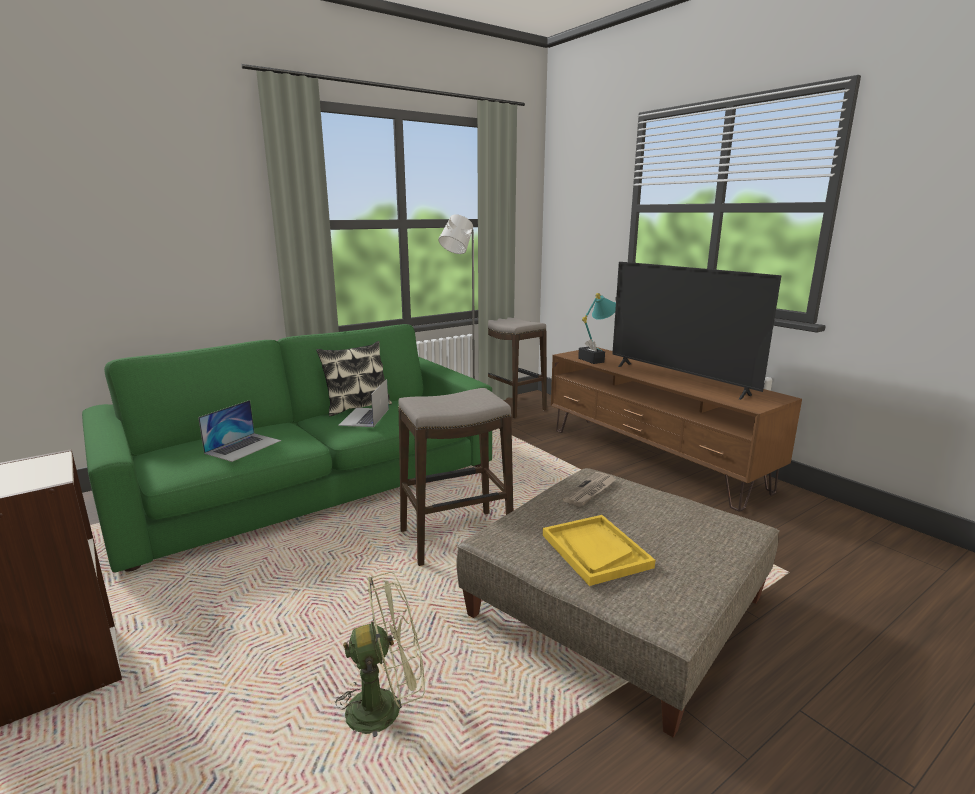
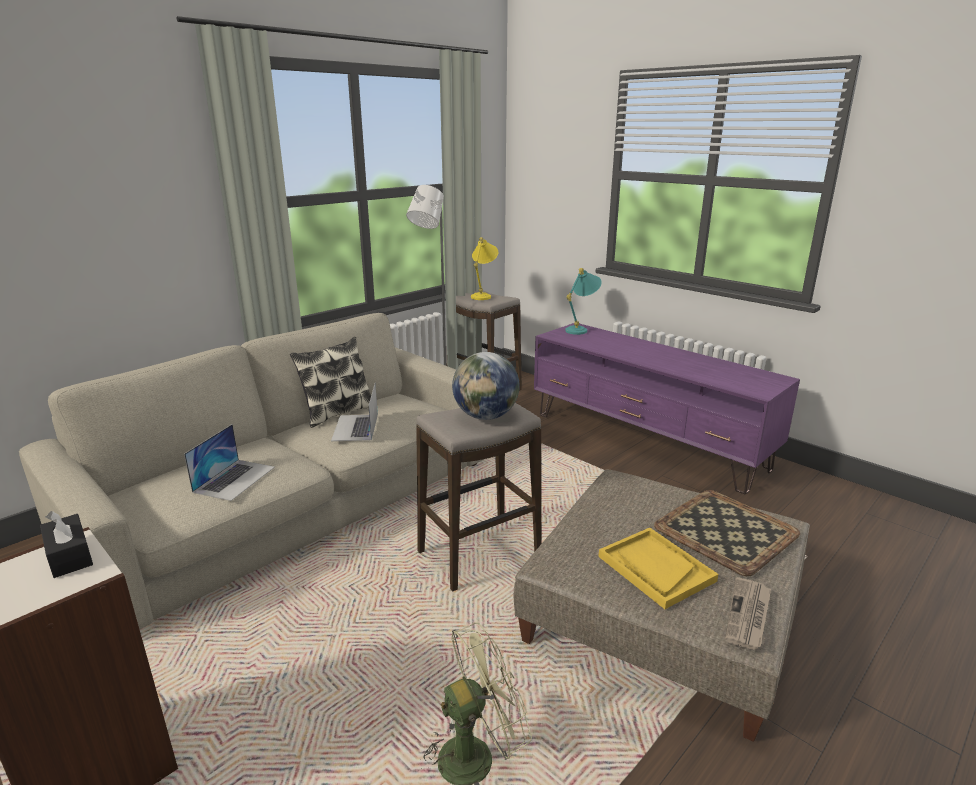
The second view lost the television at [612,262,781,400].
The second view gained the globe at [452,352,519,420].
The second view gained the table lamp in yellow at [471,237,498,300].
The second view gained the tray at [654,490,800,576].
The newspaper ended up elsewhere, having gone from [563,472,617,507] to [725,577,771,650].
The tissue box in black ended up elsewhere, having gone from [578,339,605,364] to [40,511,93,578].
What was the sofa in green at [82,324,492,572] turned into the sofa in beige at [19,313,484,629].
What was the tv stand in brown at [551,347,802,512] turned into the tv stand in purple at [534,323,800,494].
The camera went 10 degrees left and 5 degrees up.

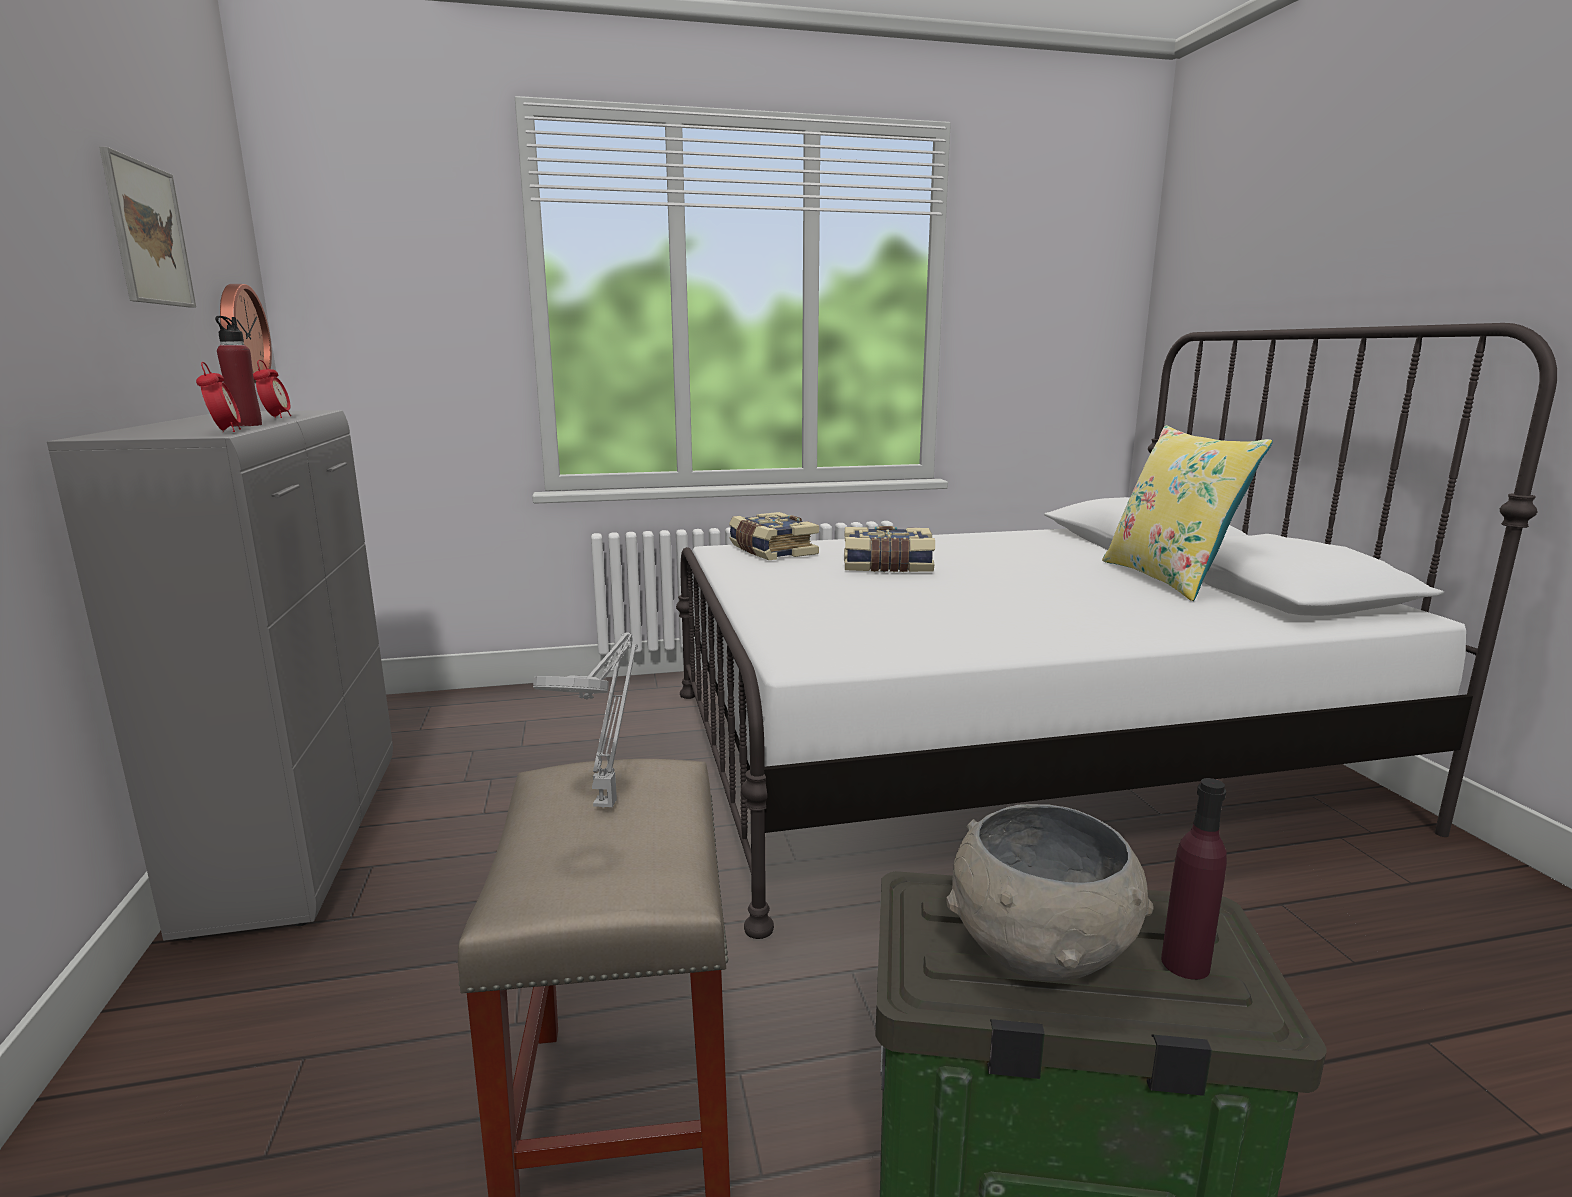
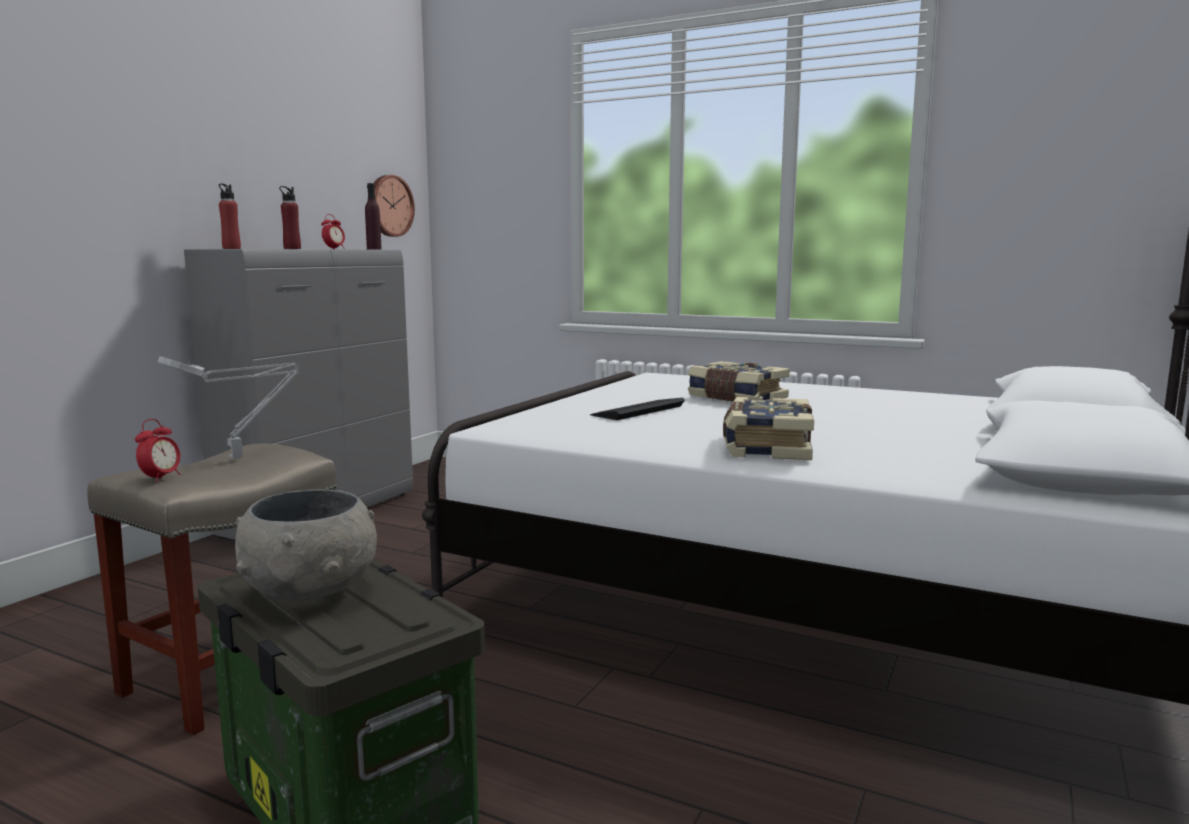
The second view lost the picture at [99,146,196,308].
The second view lost the pillow in yellow at [1102,425,1273,601].
The second view gained the bottle in red at [219,183,241,249].
The second view gained the keyboard at [590,398,685,420].
The alarm clock ended up elsewhere, having gone from [196,362,241,432] to [135,419,180,482].
The book ended up elsewhere, having gone from [729,512,819,560] to [723,397,814,460].
The bottle in purple ended up elsewhere, having gone from [1161,778,1227,980] to [365,183,381,249].
The camera went 40 degrees right and 5 degrees down.

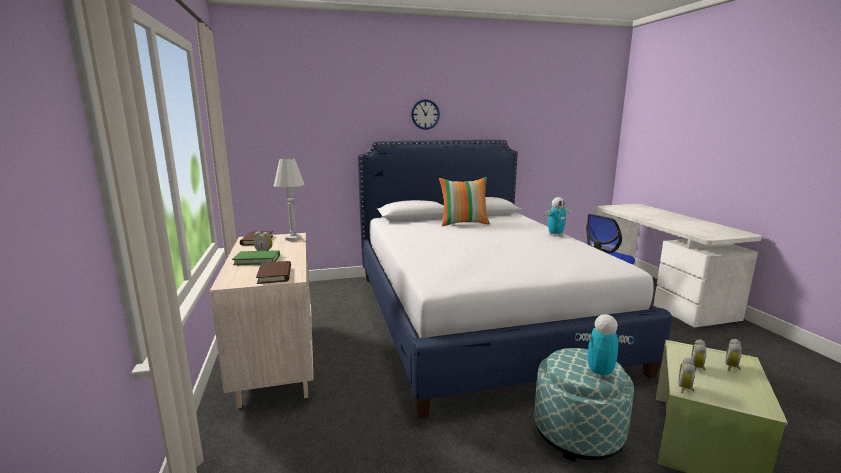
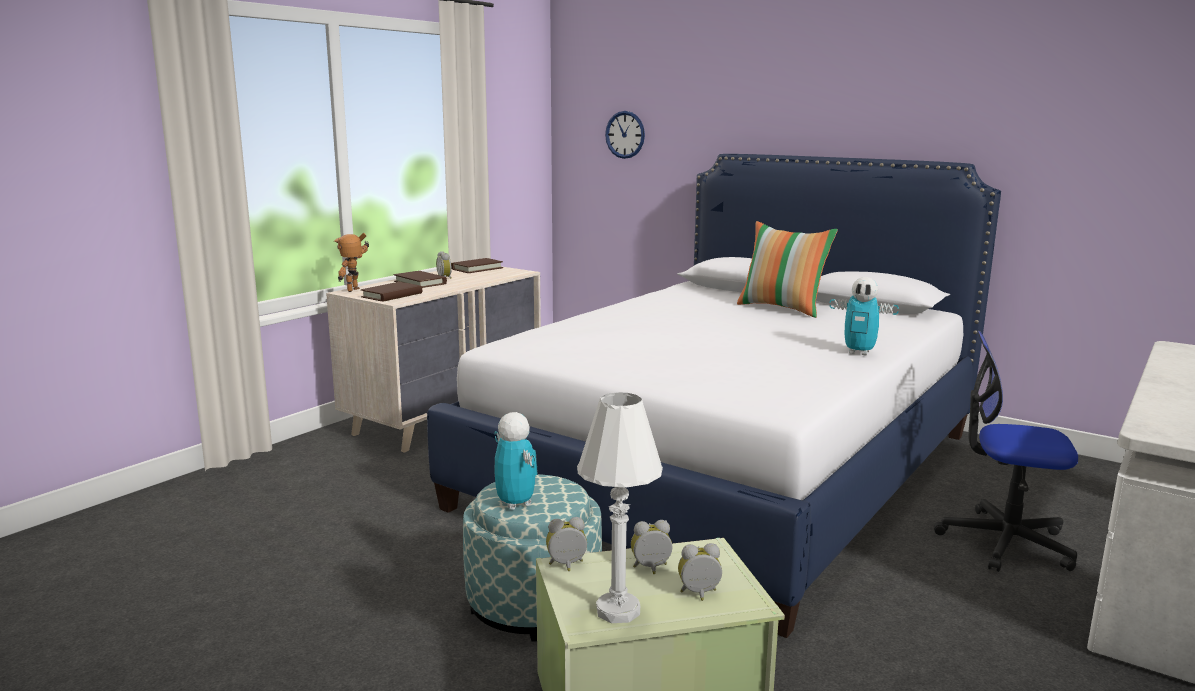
The second view gained the toy robot at [334,233,369,292].
The table lamp in white ended up elsewhere, having gone from [273,158,305,241] to [577,392,663,623].
The wall clock ended up elsewhere, having gone from [411,99,440,130] to [605,111,645,159].
What was the book in green at [232,250,280,265] turned into the book in brown at [394,271,447,288].
The camera went 50 degrees right and 0 degrees up.

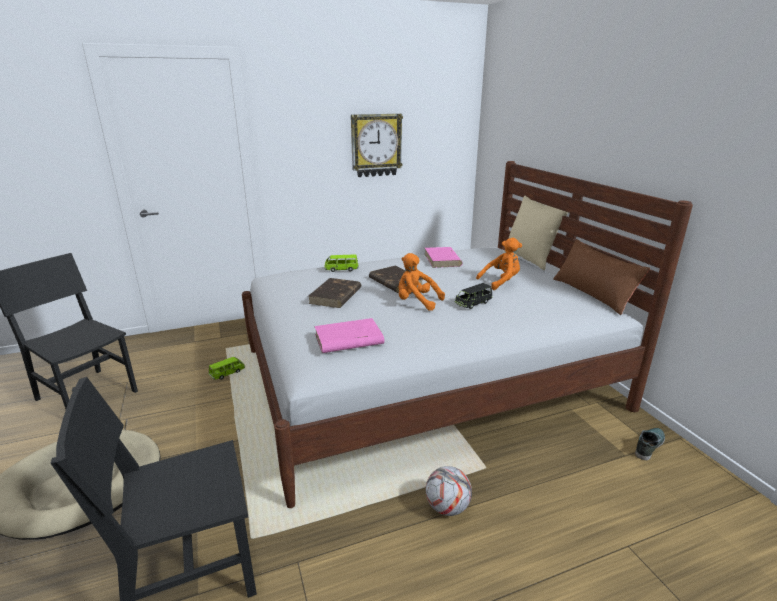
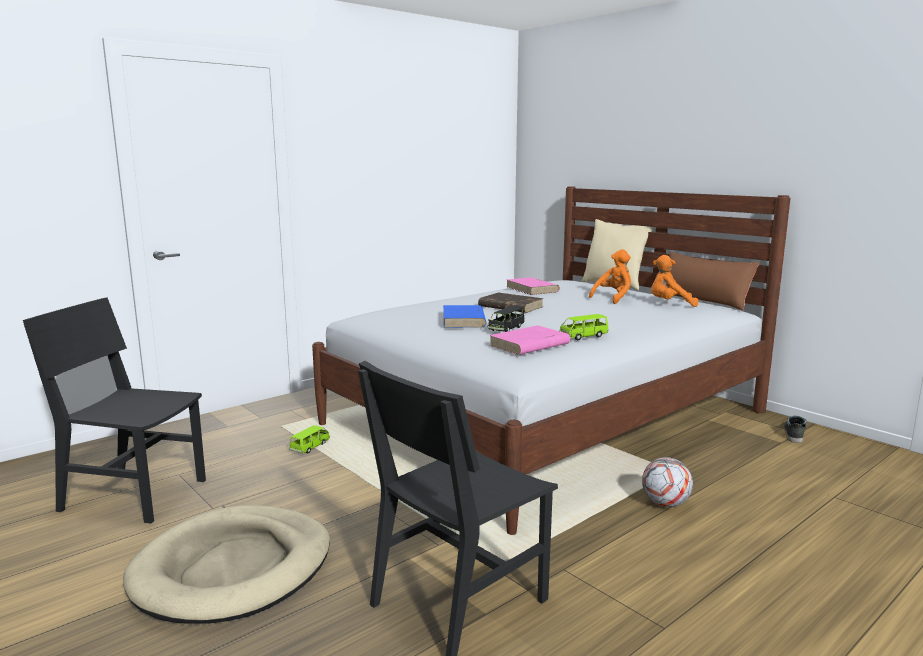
The second view lost the wall clock at [351,114,403,177].
The toy car in green ended up elsewhere, having gone from [325,255,359,272] to [559,314,609,340].
The plush toy in orange ended up elsewhere, having gone from [399,253,445,311] to [651,255,698,307].
The toy car in black ended up elsewhere, having gone from [455,283,493,309] to [488,306,525,332].
What was the book in brown at [308,278,361,308] turned into the book in blue at [443,305,486,328].
The camera went 20 degrees left and 10 degrees down.

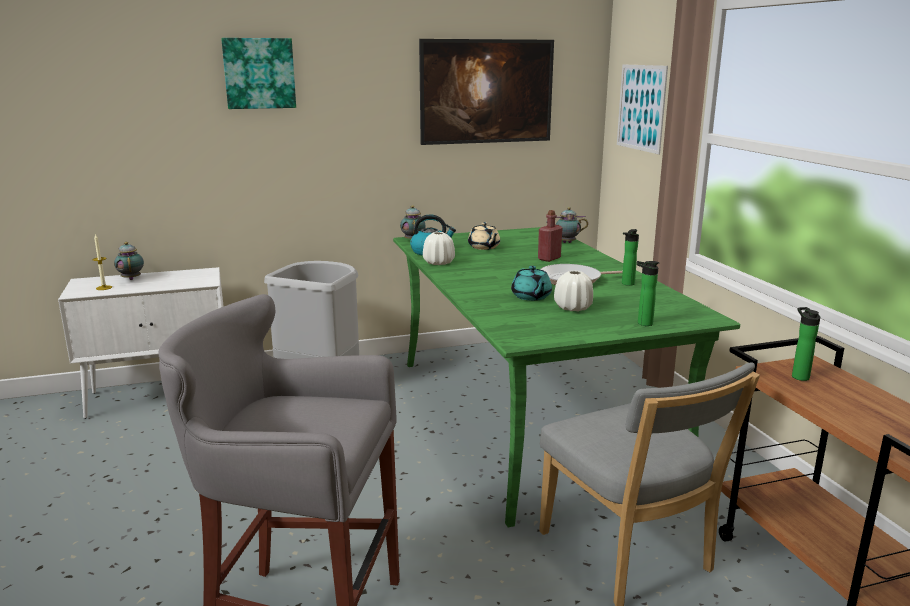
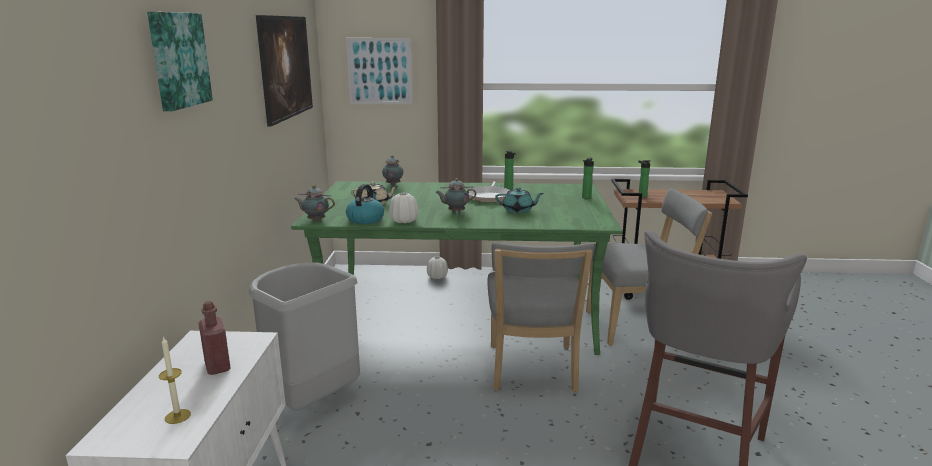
The second view gained the chair in grey at [487,242,594,392].
The teapot ended up elsewhere, having gone from [114,242,144,280] to [435,178,476,212].
The bottle in red ended up elsewhere, having gone from [538,210,562,262] to [199,301,231,375].
The vase in white ended up elsewhere, having gone from [554,270,593,311] to [427,257,448,279].
The camera went 70 degrees left and 0 degrees up.

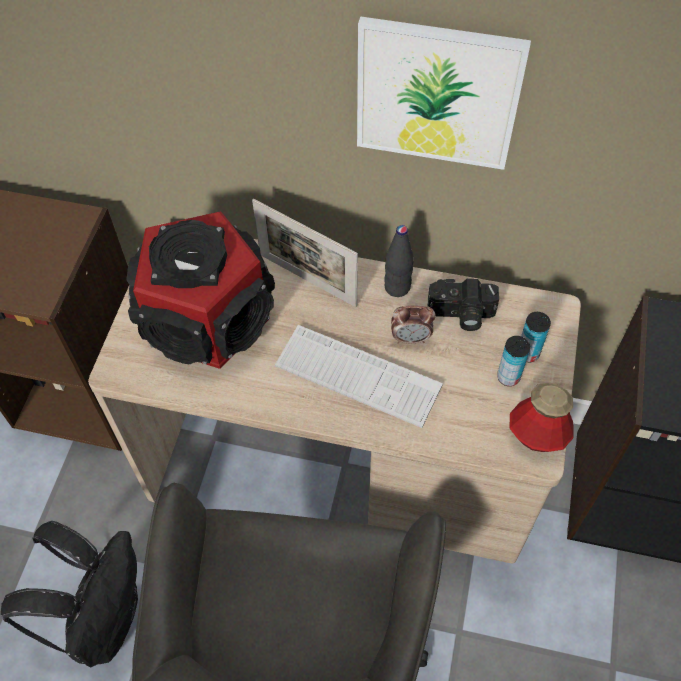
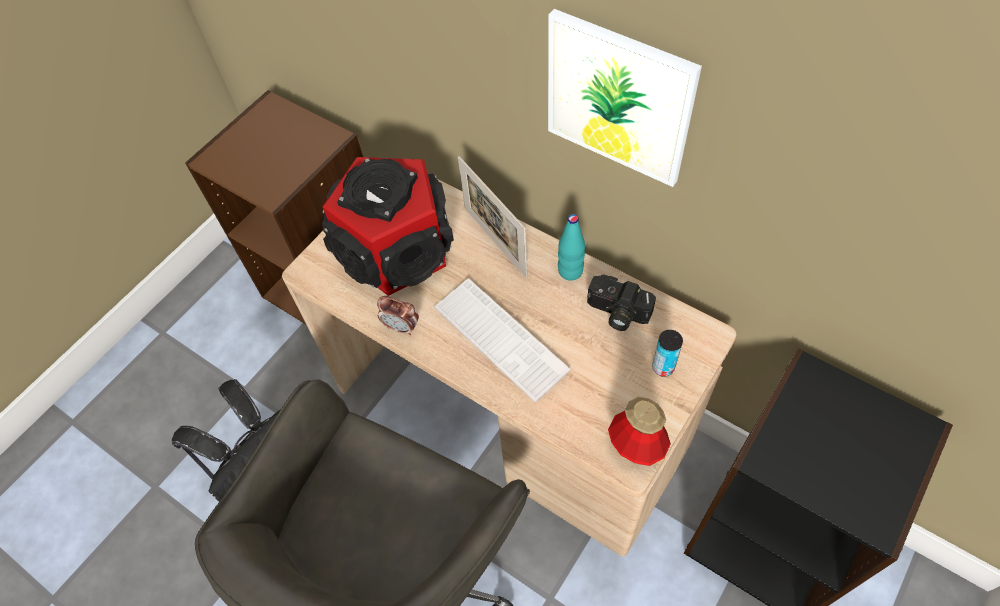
The second view lost the can at [497,336,530,386].
The alarm clock ended up elsewhere, having gone from [391,306,436,344] to [377,296,419,335].
What was the bottle in black at [384,225,414,297] turned into the bottle in turquoise at [558,214,585,281].
The camera went 25 degrees right and 0 degrees up.

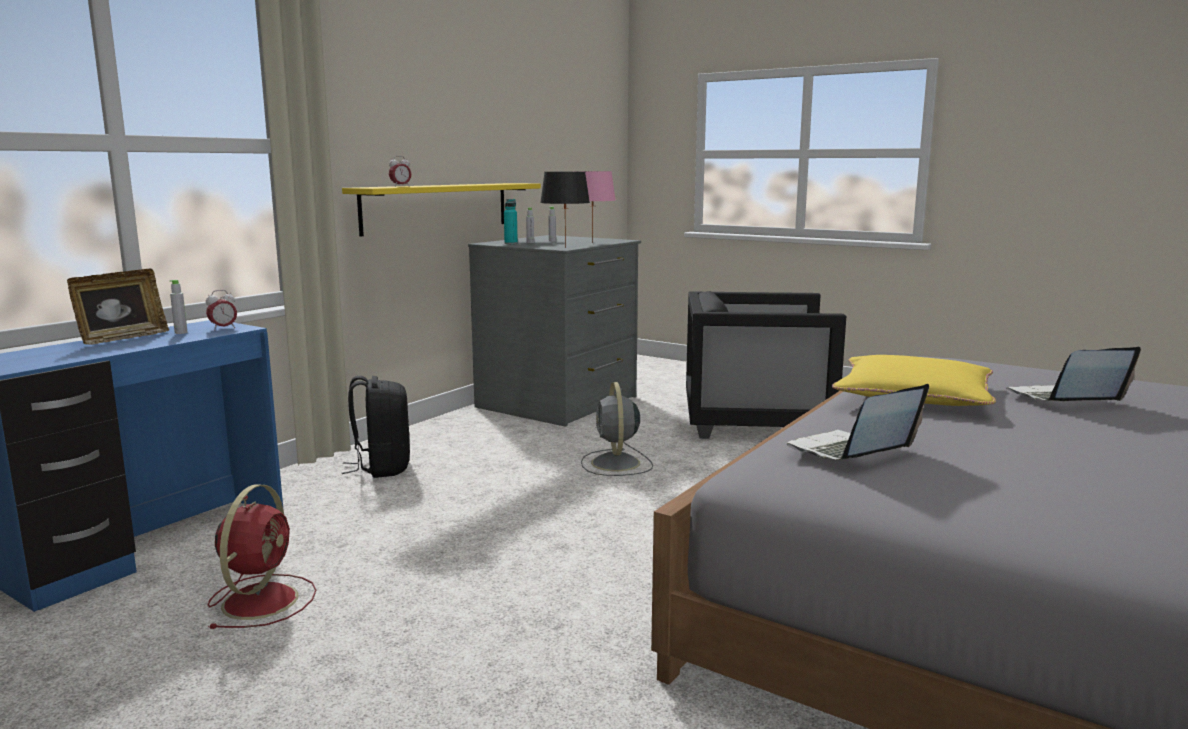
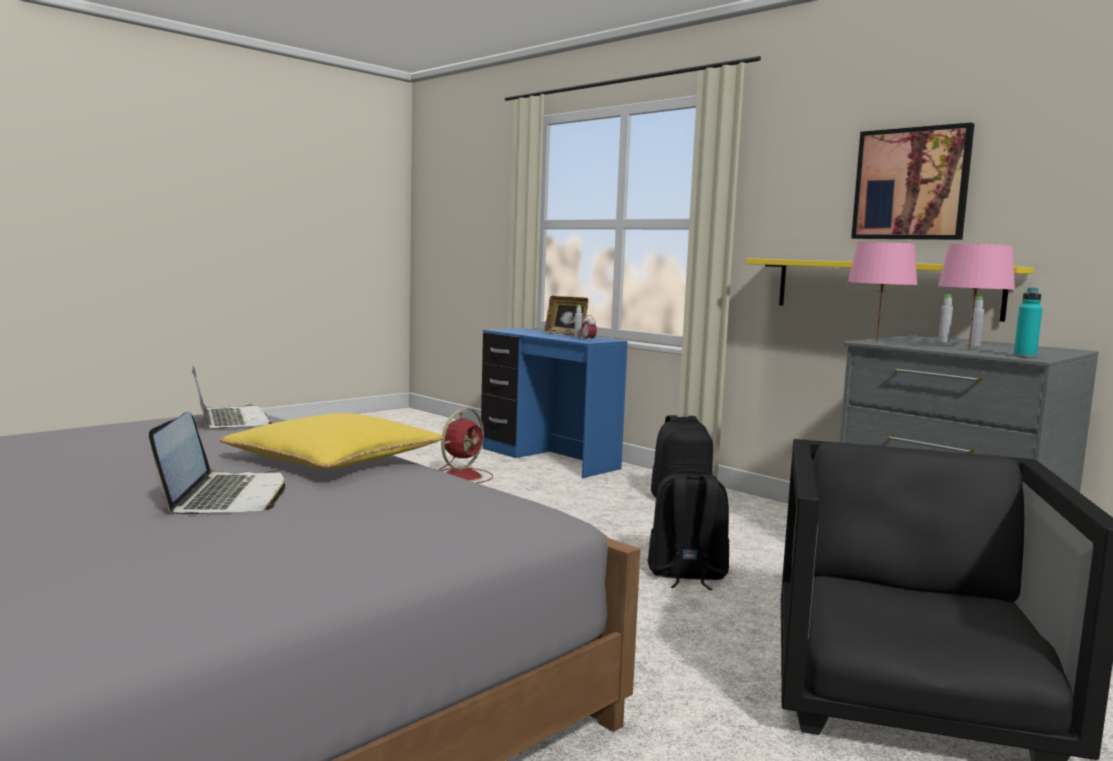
The second view lost the alarm clock at [389,156,411,187].
The second view gained the picture at [851,122,974,240].
The bottle in turquoise ended up elsewhere, having gone from [504,199,518,244] to [1014,288,1042,358].
Where the fan in grey stood at [581,382,653,476], the backpack in black came to stand at [647,469,729,590].
What was the table lamp in black at [540,172,590,248] turned into the table lamp in pink at [848,242,918,342].
The fan in red at [208,484,316,629] ended up facing another way, 75 degrees counterclockwise from before.
The camera went 100 degrees right and 5 degrees down.

